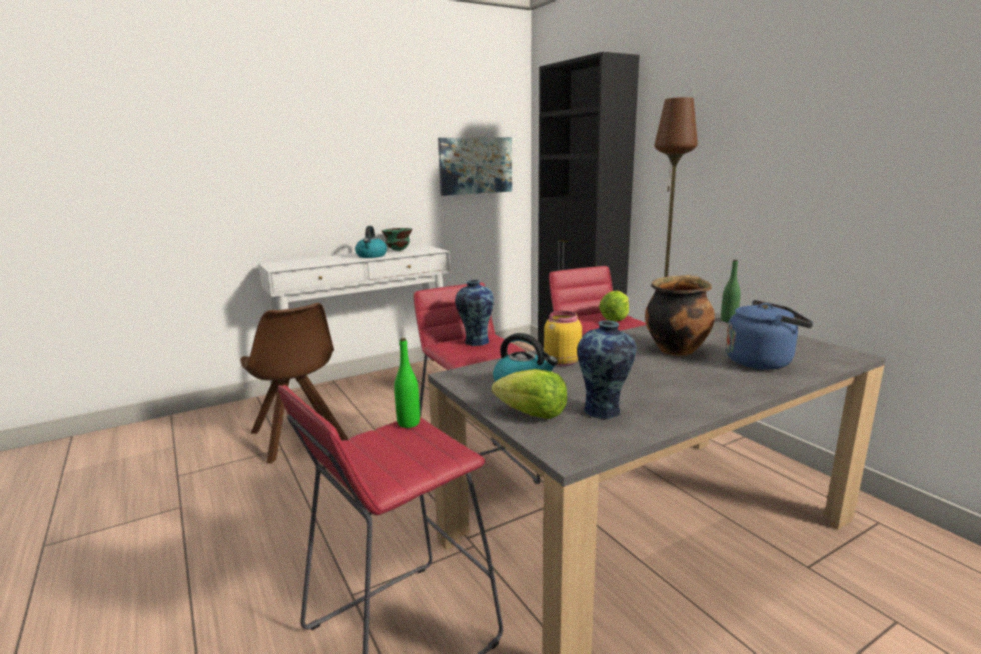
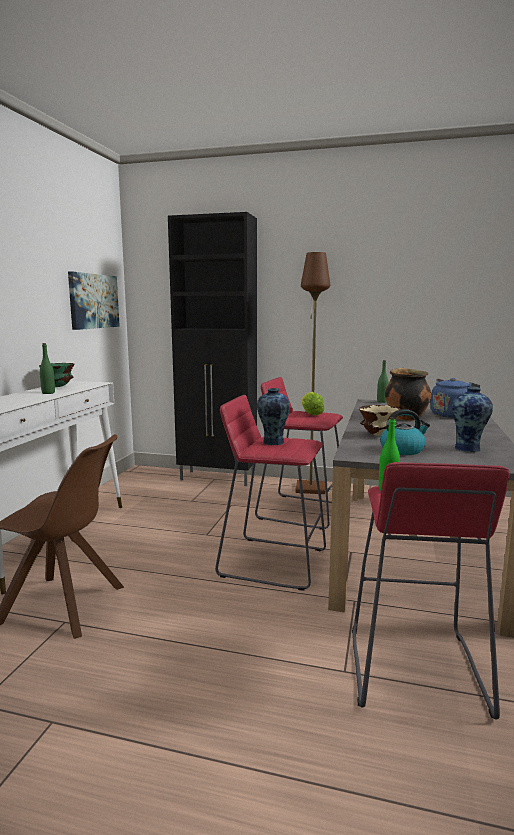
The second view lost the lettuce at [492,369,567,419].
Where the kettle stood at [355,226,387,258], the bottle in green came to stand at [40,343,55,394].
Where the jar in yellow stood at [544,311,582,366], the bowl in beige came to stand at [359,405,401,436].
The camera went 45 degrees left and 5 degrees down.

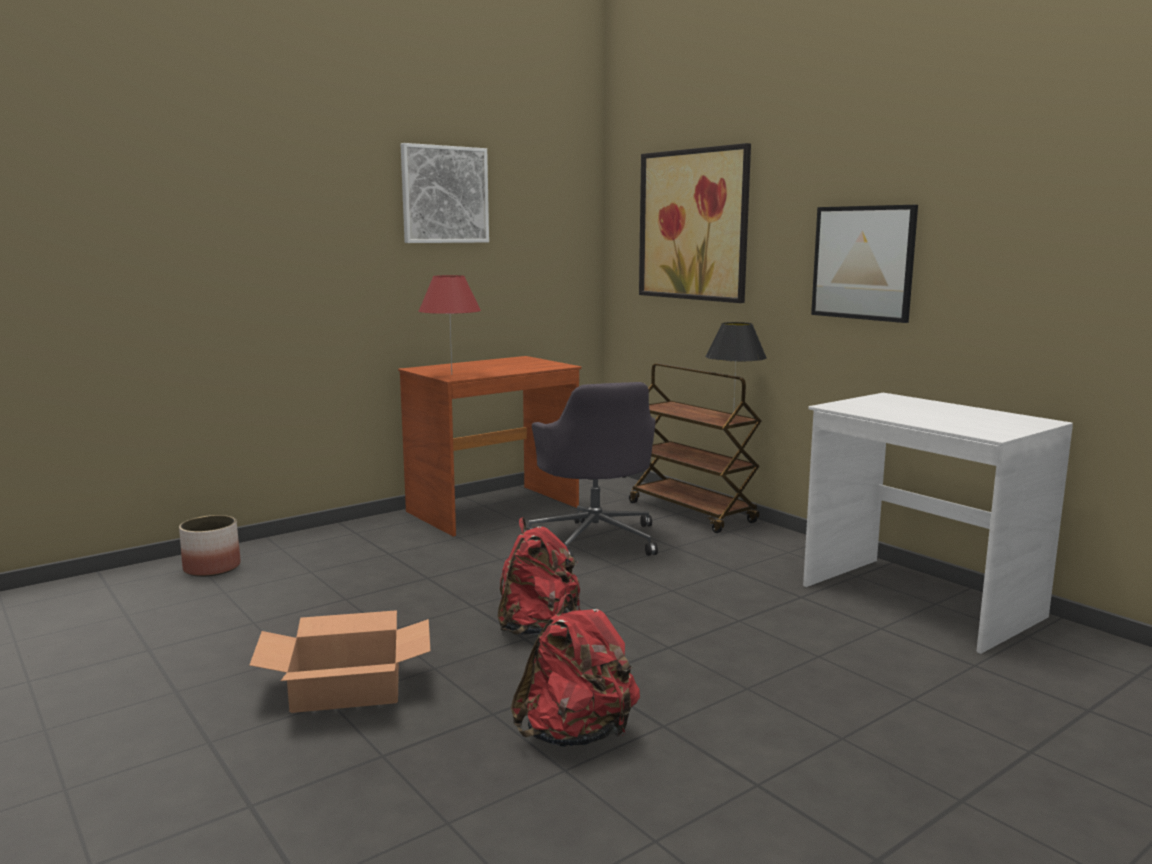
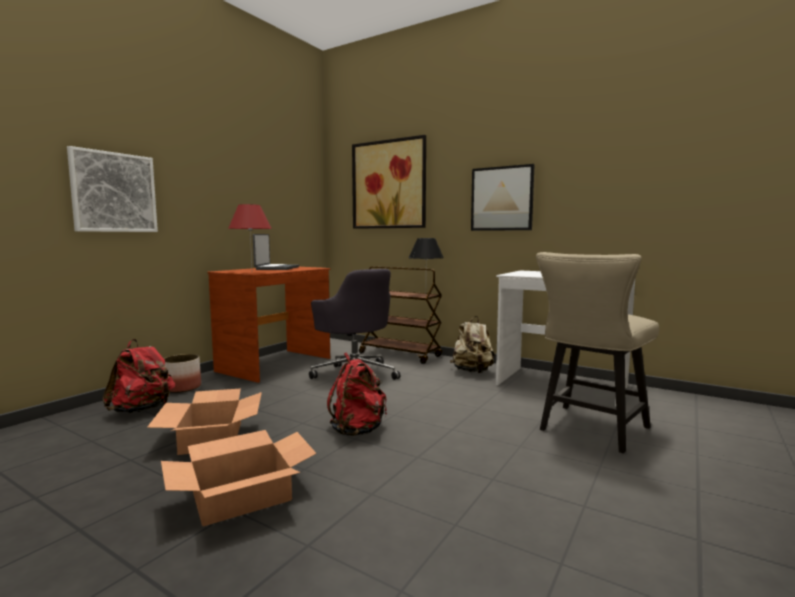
The second view gained the cardboard box at [147,389,262,455].
The second view gained the laptop at [253,234,299,270].
The second view gained the backpack in beige at [450,316,495,373].
The second view gained the chair in beige at [536,252,659,453].
The planter ended up elsewhere, having gone from [179,515,240,577] to [164,354,201,393].
The picture ended up elsewhere, having gone from [401,143,489,243] to [67,146,158,232].
The backpack in red ended up elsewhere, having gone from [511,593,640,747] to [103,339,175,413].
The camera went 20 degrees left and 5 degrees down.

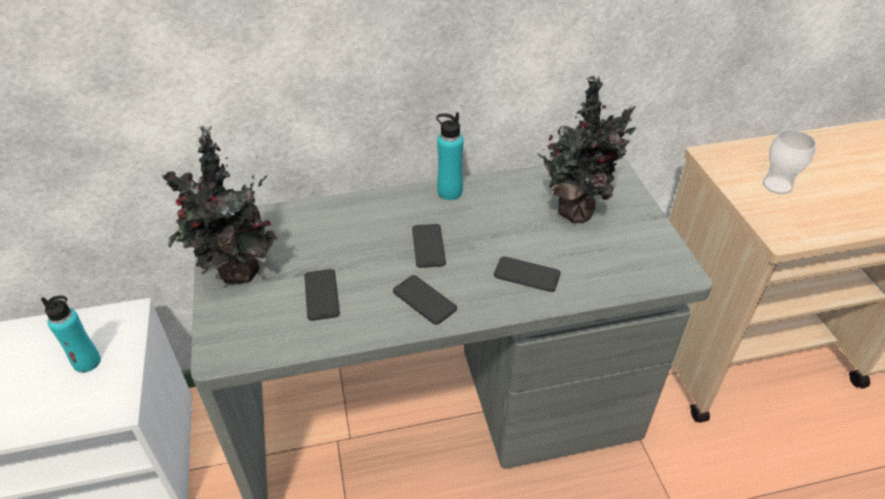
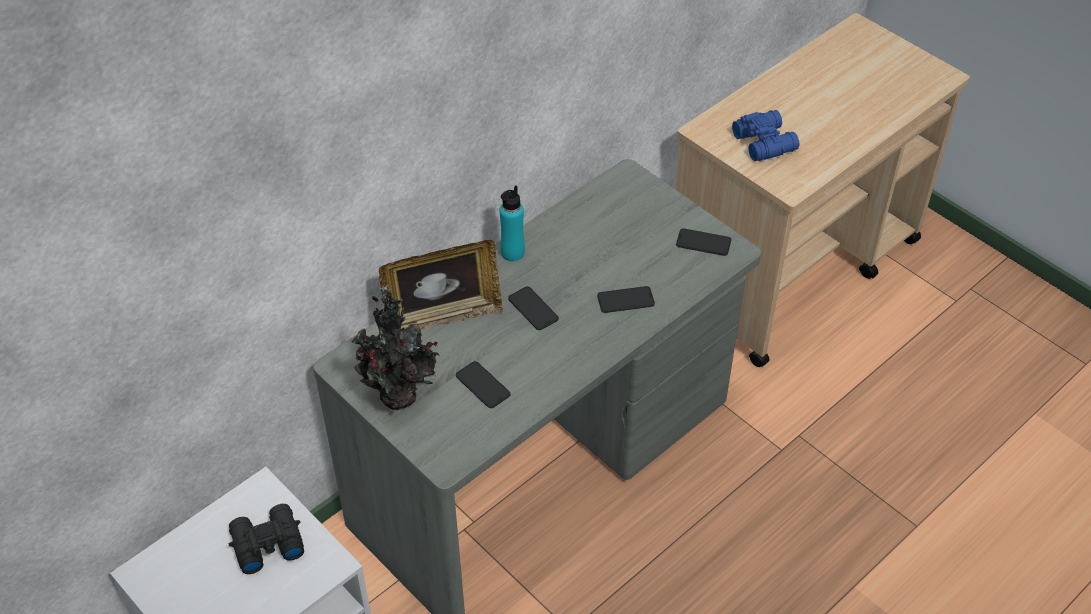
The second view lost the potted plant at [537,76,637,223].
The second view gained the picture frame at [379,240,503,330].
The phone ended up elsewhere, having gone from [393,275,457,325] to [676,228,731,256].
Where the bottle in turquoise stood at [41,295,101,373], the binoculars in black came to stand at [229,504,304,574].
Where the cup stood at [763,130,816,194], the binoculars in blue came to stand at [732,110,799,161].
The camera went 30 degrees left and 5 degrees up.

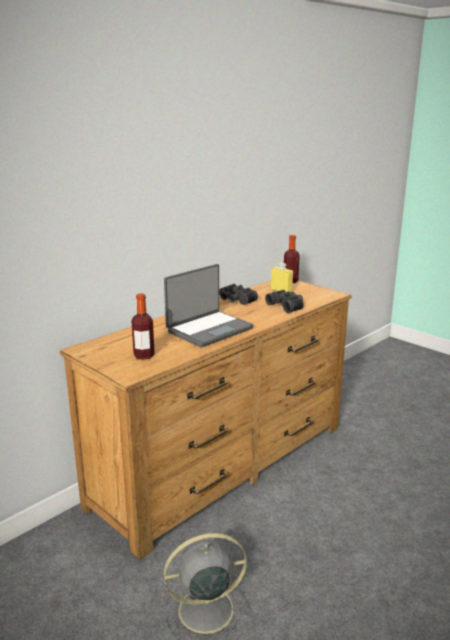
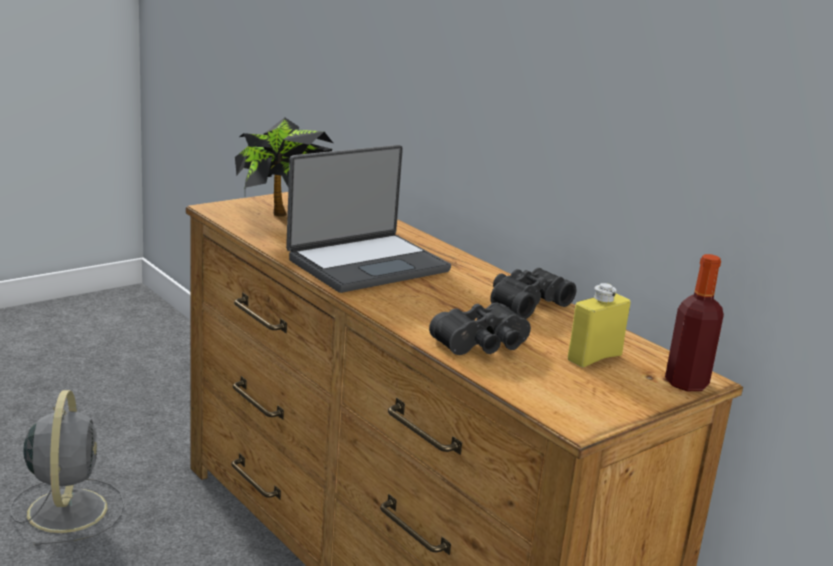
Where the bottle stood at [132,293,155,360], the potted plant came to stand at [235,117,333,216].
The laptop at [164,264,254,347] ended up facing another way, 90 degrees counterclockwise from before.
The camera went 95 degrees right and 0 degrees up.

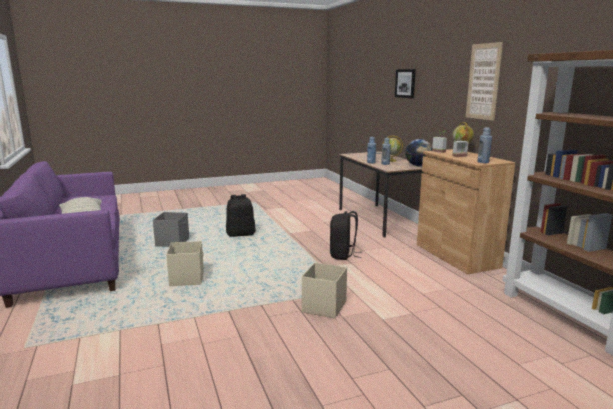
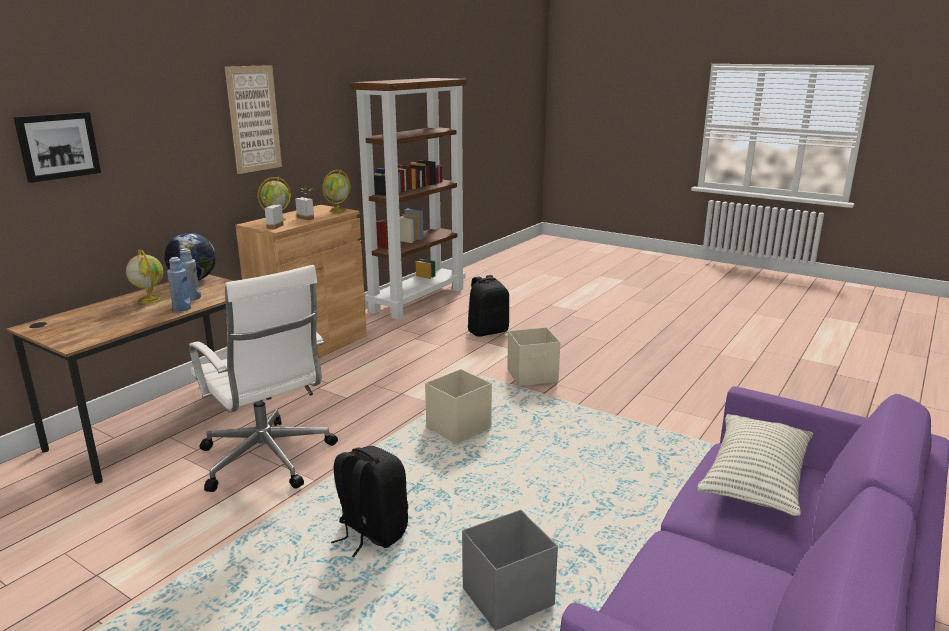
The second view gained the office chair in white at [189,265,338,492].
The storage box in beige ended up elsewhere, having gone from [166,241,204,286] to [425,369,492,444].
The backpack in black ended up elsewhere, having gone from [330,211,362,260] to [467,275,509,337].
Where the bottle in blue stood at [477,127,492,163], the globe came to stand at [322,170,350,213].
The camera went 125 degrees left and 5 degrees up.

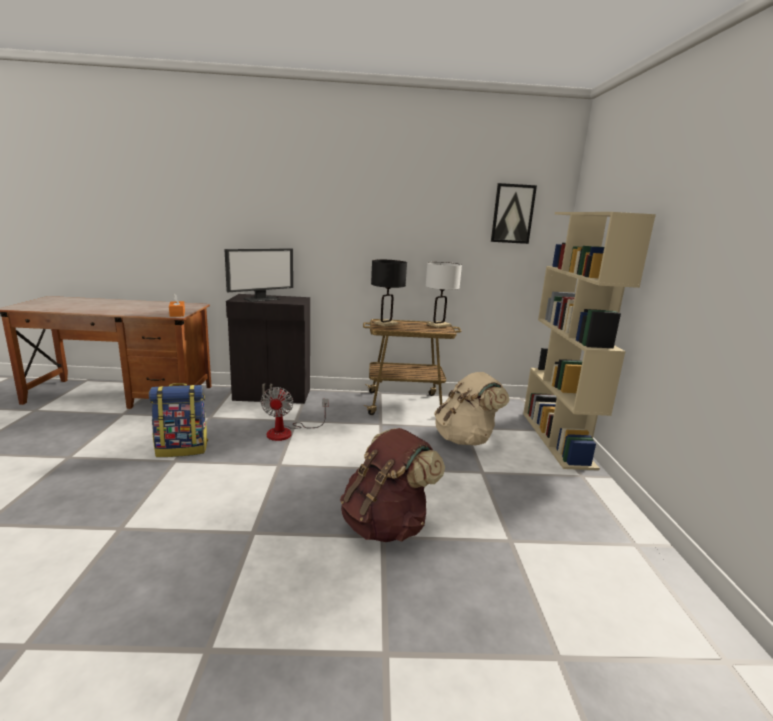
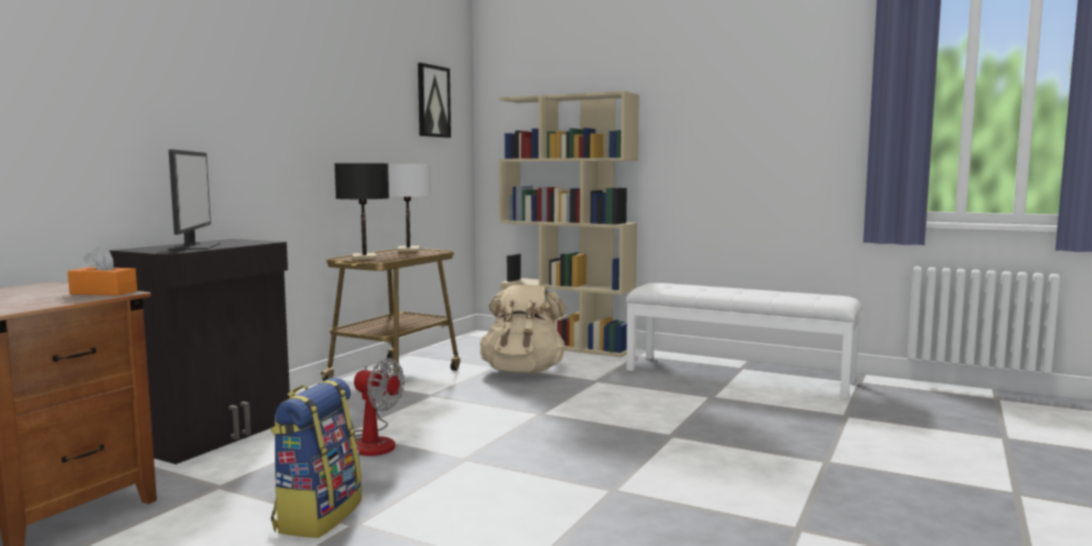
The second view lost the backpack in brown at [340,428,445,542].
The second view gained the bench in white at [626,283,862,399].
The camera went 60 degrees left and 10 degrees down.

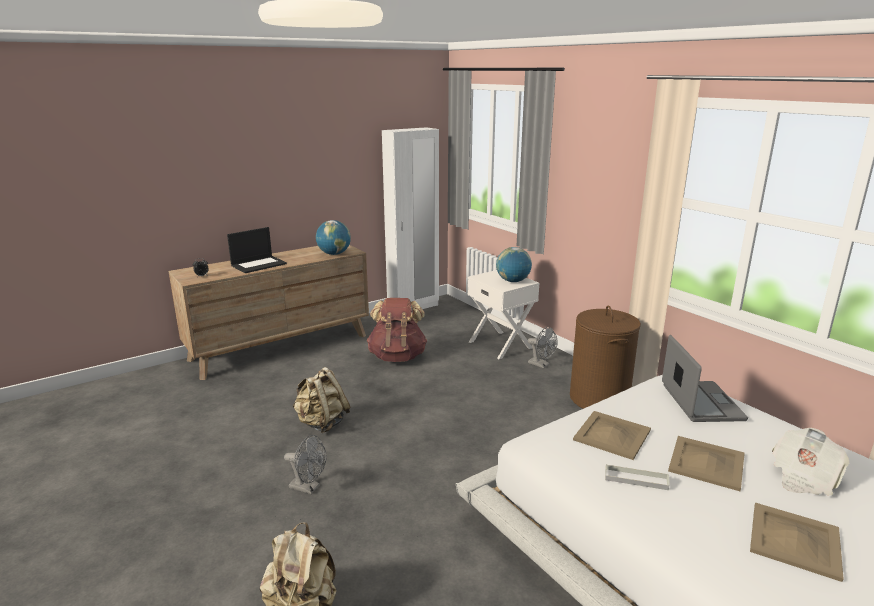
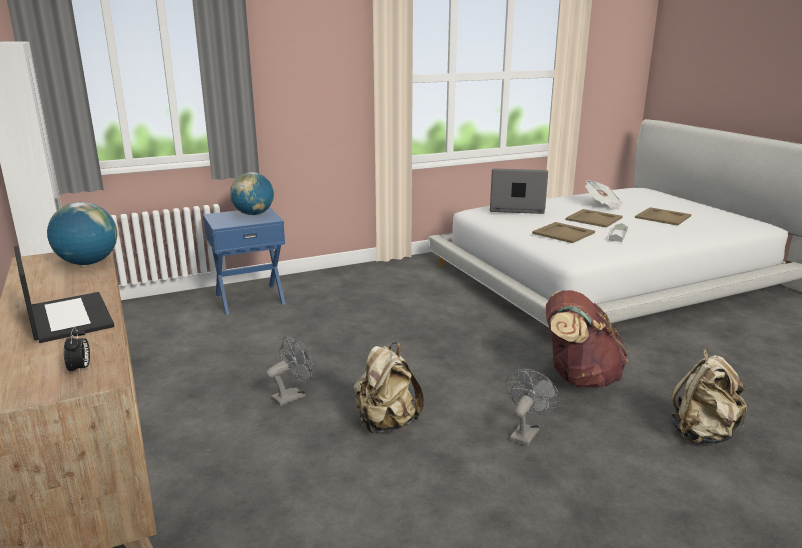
The second view lost the laundry basket in brown at [570,305,641,409].
The backpack in brown ended up elsewhere, having gone from [367,298,427,362] to [546,290,628,387].
The fan in grey ended up elsewhere, having gone from [528,327,558,368] to [266,336,313,406].
What was the nightstand in white at [468,270,539,359] turned into the nightstand in blue at [203,207,286,315].
The camera went 80 degrees left and 0 degrees up.

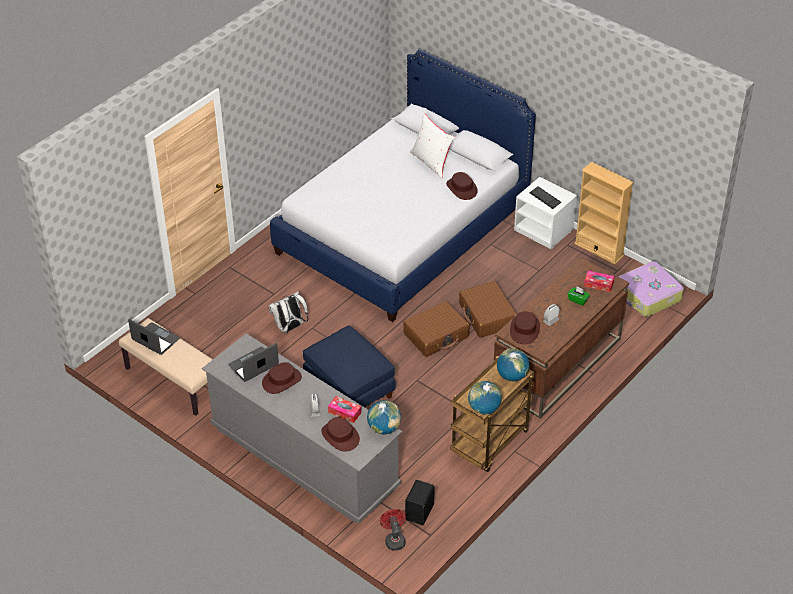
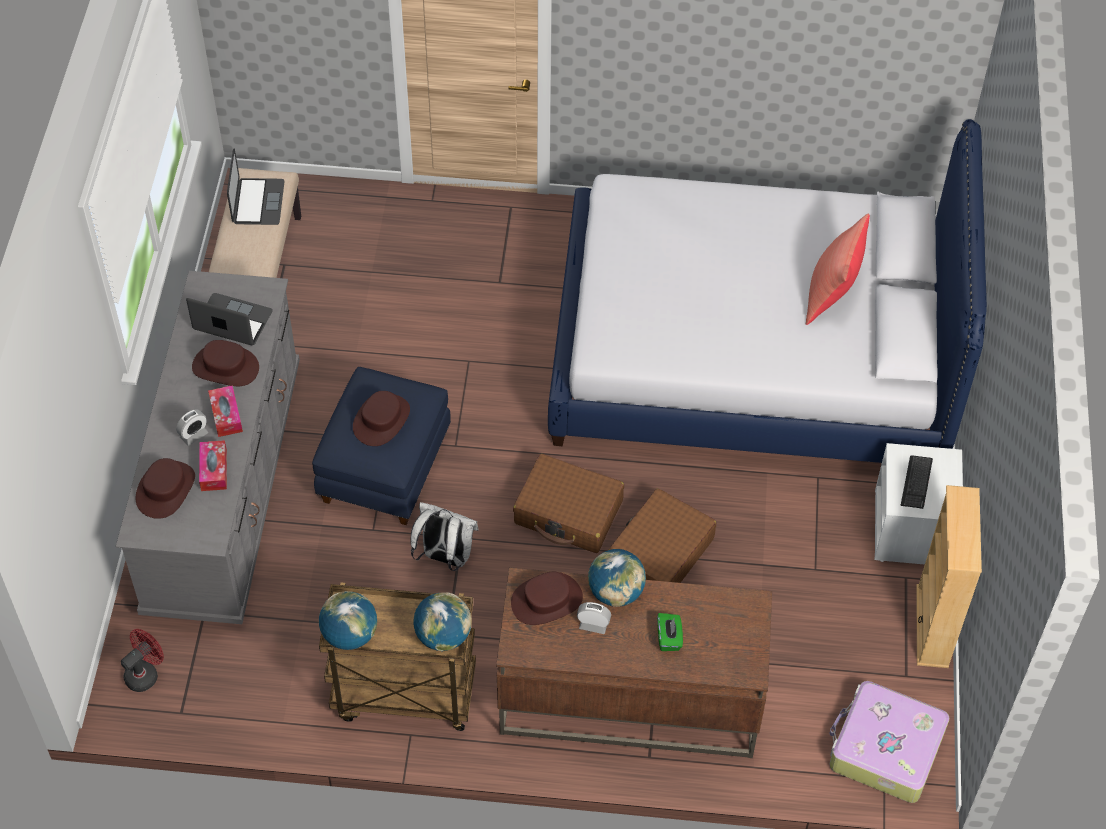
The second view lost the speaker in black at [405,480,435,525].
The backpack in white ended up elsewhere, having gone from [269,291,308,333] to [410,502,478,571].
The globe ended up elsewhere, having gone from [367,400,401,434] to [588,549,646,607].
The hat in brown ended up elsewhere, having gone from [446,172,478,200] to [353,391,410,446].
The tissue box ended up elsewhere, having gone from [584,270,614,292] to [208,385,243,437].
What was the pillow in white at [410,113,455,179] turned into the pillow in red at [806,213,870,325].
The camera went 55 degrees right and 10 degrees up.

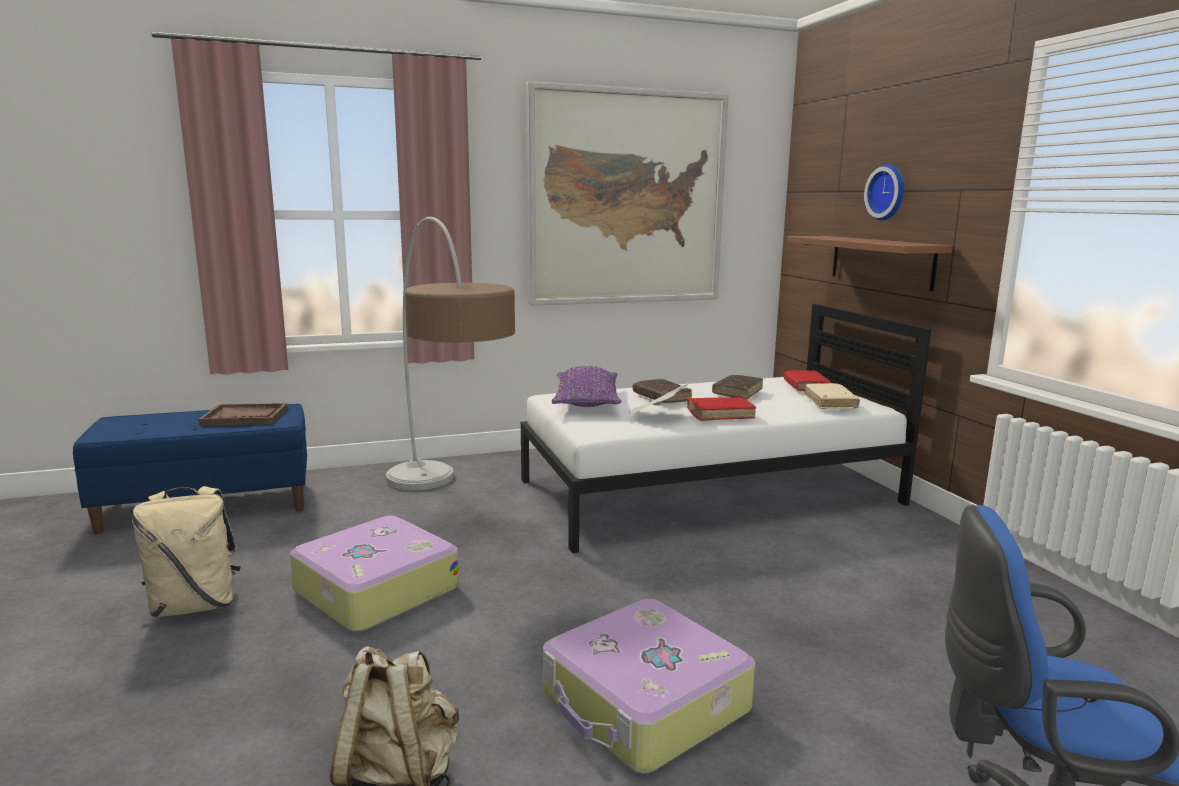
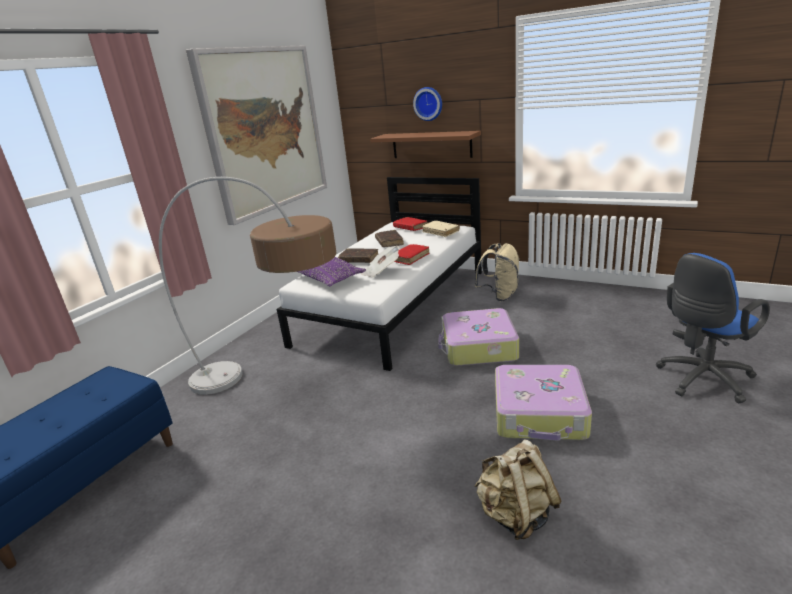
The second view lost the tray in brown at [198,403,288,426].
The backpack in beige ended up elsewhere, having gone from [132,486,241,617] to [475,243,519,301].
The suitcase ended up elsewhere, having gone from [290,516,459,632] to [438,308,519,366].
The camera went 40 degrees left and 10 degrees up.

